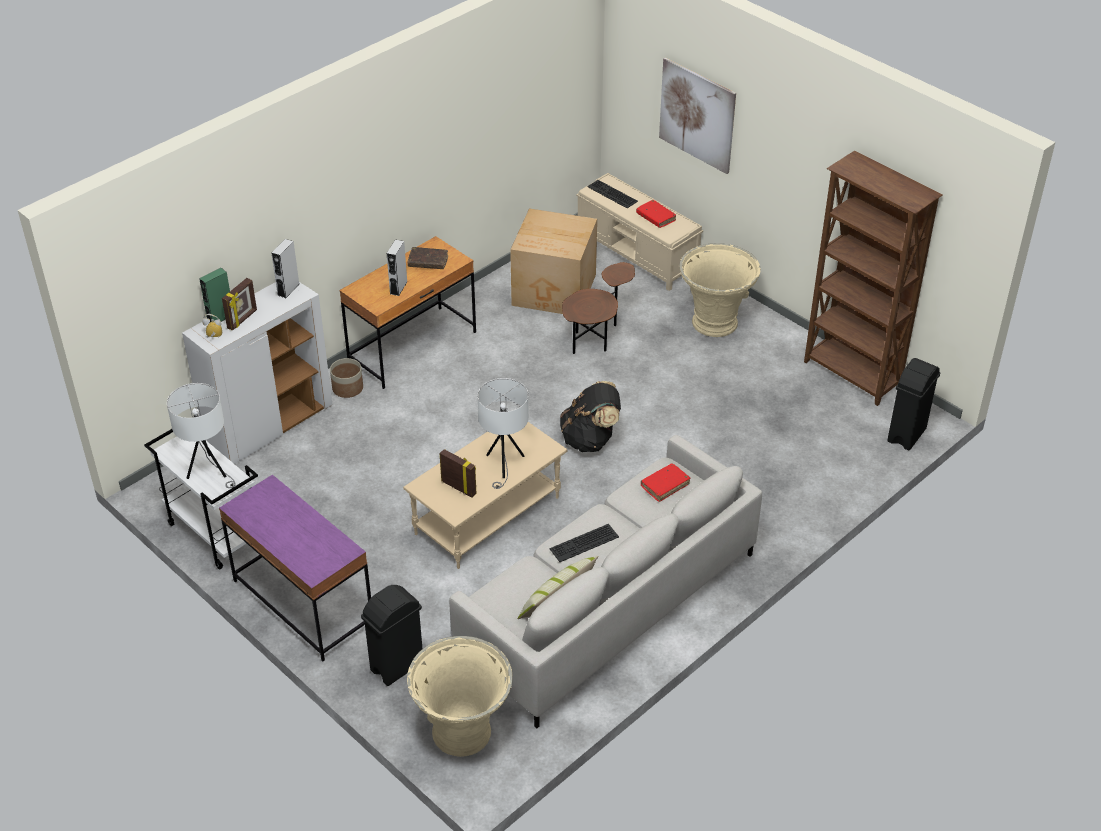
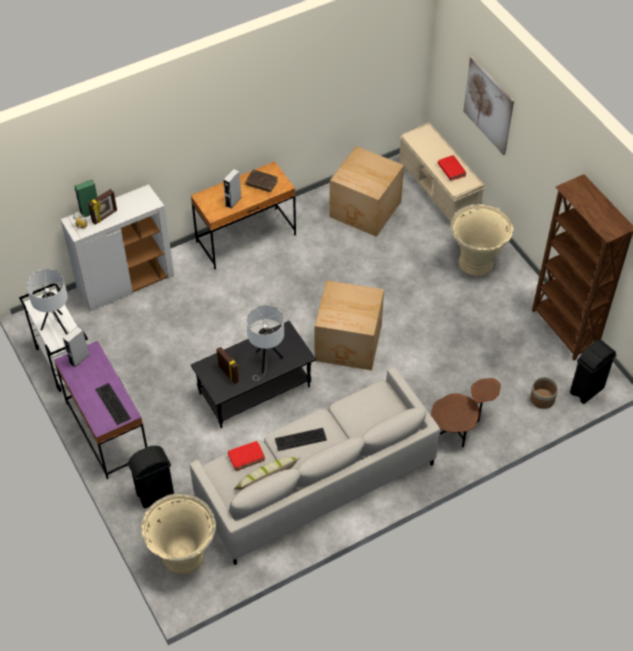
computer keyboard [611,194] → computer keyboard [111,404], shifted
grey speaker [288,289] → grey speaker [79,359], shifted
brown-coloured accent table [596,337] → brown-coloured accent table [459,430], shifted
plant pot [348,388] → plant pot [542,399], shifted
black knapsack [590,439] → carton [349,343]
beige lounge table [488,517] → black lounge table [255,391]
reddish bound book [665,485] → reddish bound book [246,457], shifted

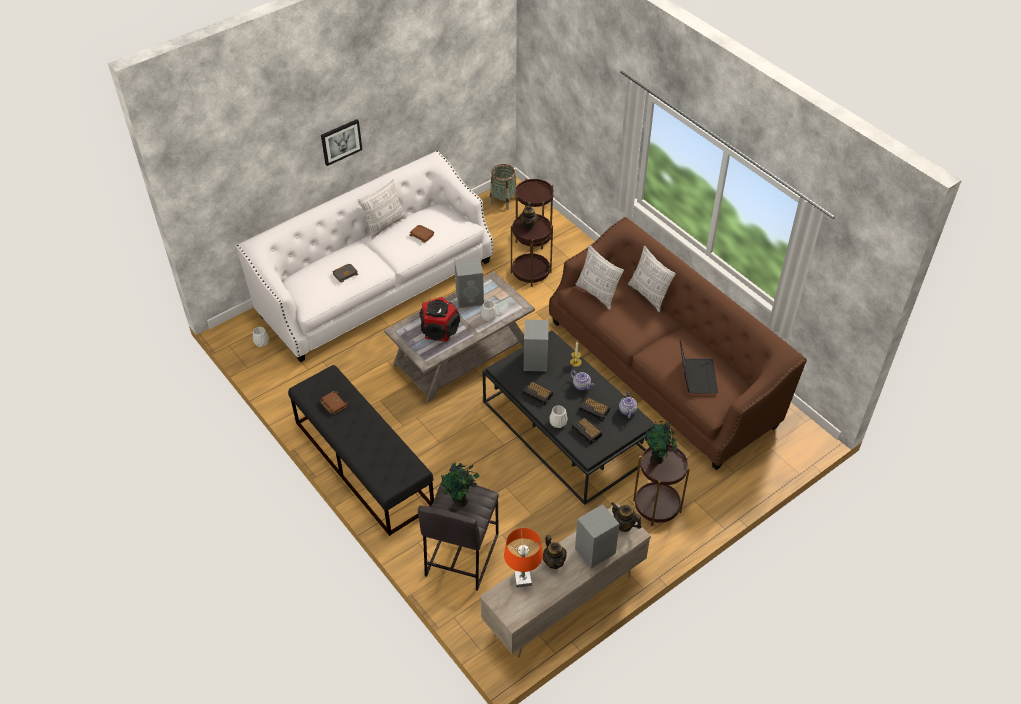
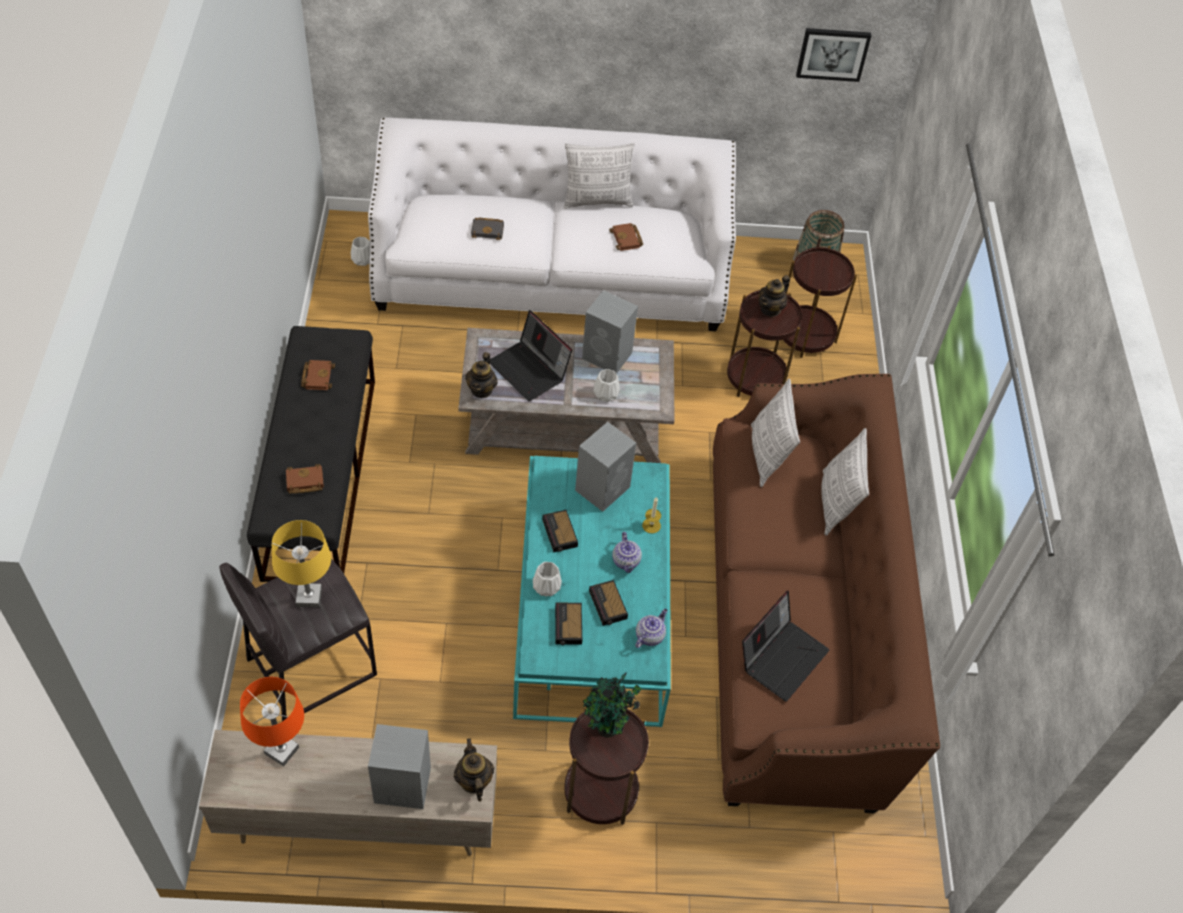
picture [341,141] → picture [833,53], shifted
speaker [439,330] → notebook computer [530,370]
black lounge table [567,430] → turquoise-coloured lounge table [592,609]
plant in a pot [460,502] → yellowish table lamp [308,597]
pot for tea [554,561] → pot for tea [482,389], shifted
- → brown-coloured bound book [304,482]

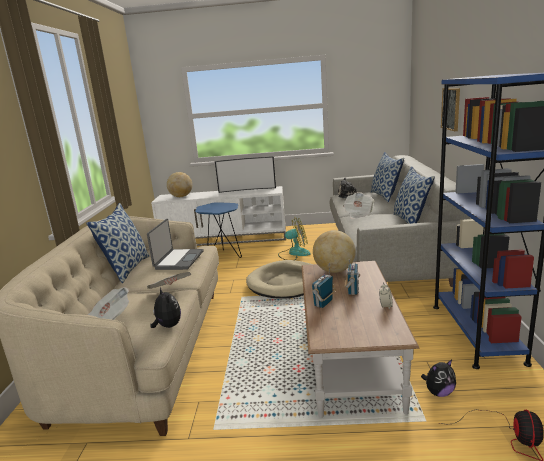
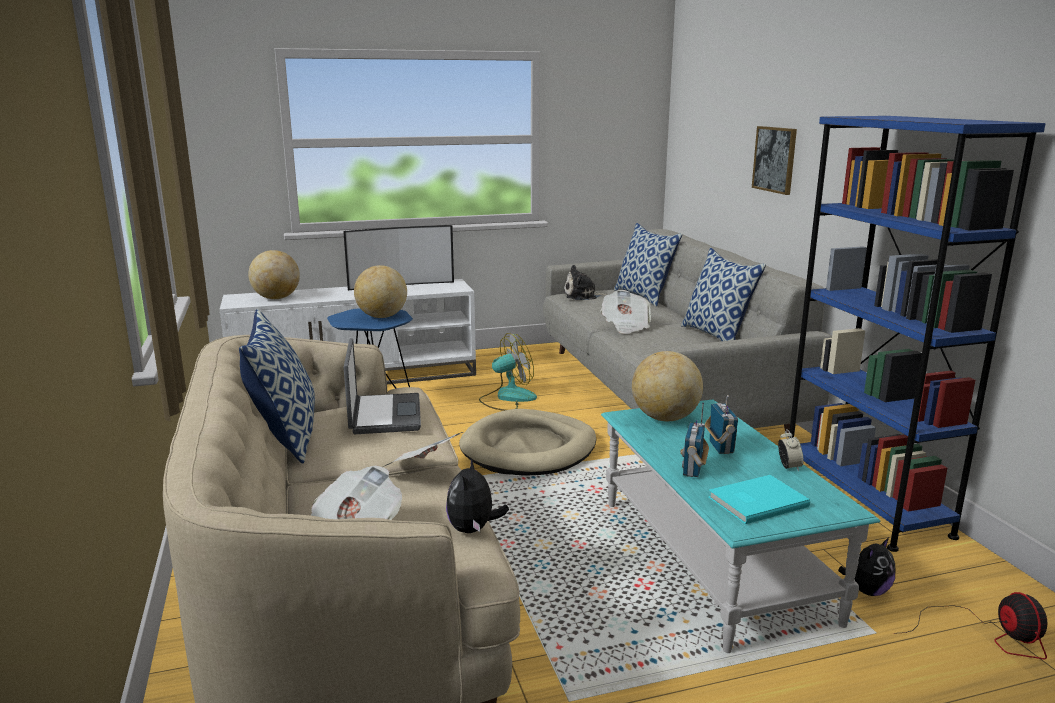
brown-coloured lounge table [350,358] → turquoise-coloured lounge table [712,559]
soft toy [167,326] → soft toy [473,529], 120 degrees counterclockwise
- → globe [382,317]
- → turquoise-coloured bound book [755,501]

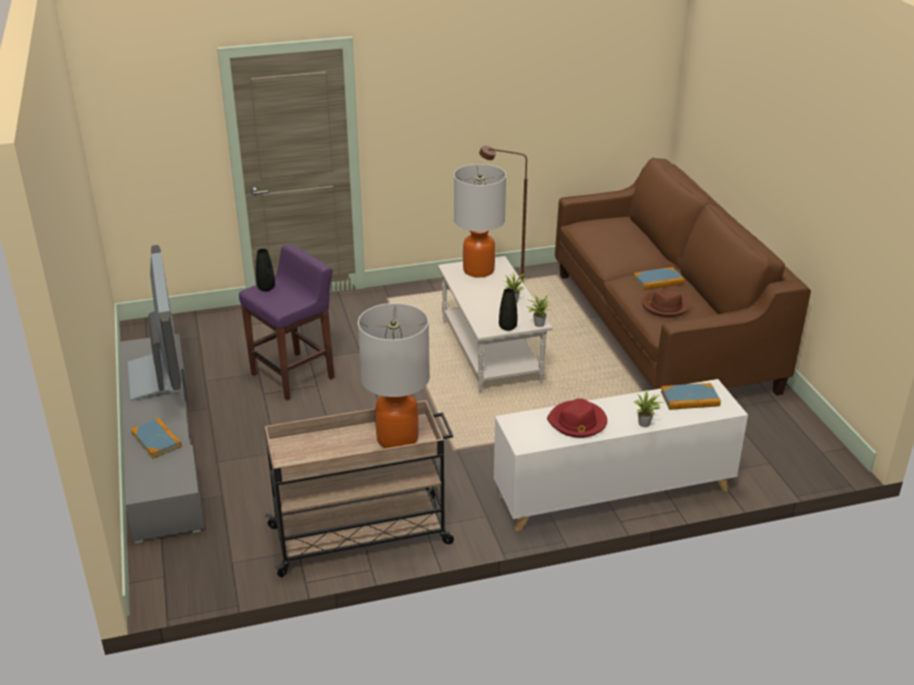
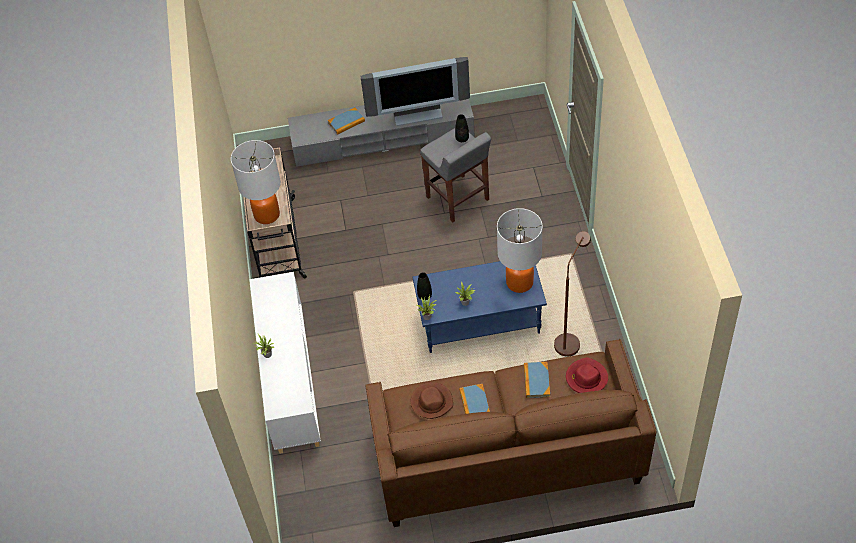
purplish stool [294,376] → grey stool [458,199]
white-coloured lounge table [492,352] → blue-coloured lounge table [479,323]
bound book [690,399] → bound book [536,381], shifted
reddish hat [577,422] → reddish hat [586,378], shifted

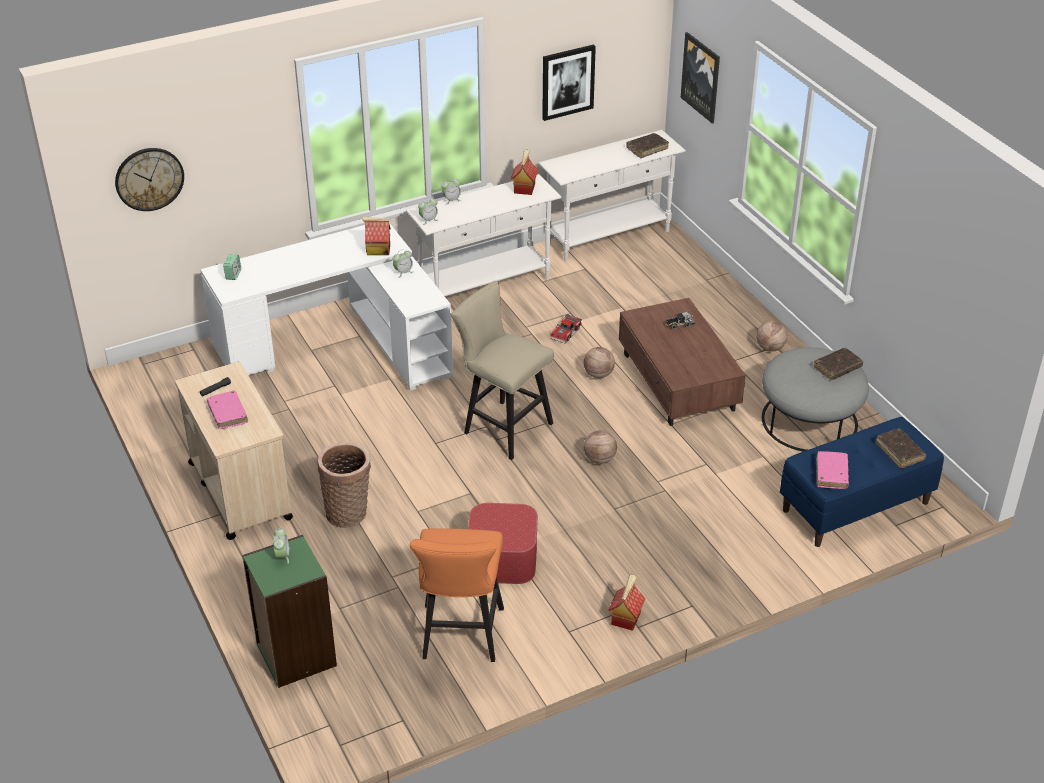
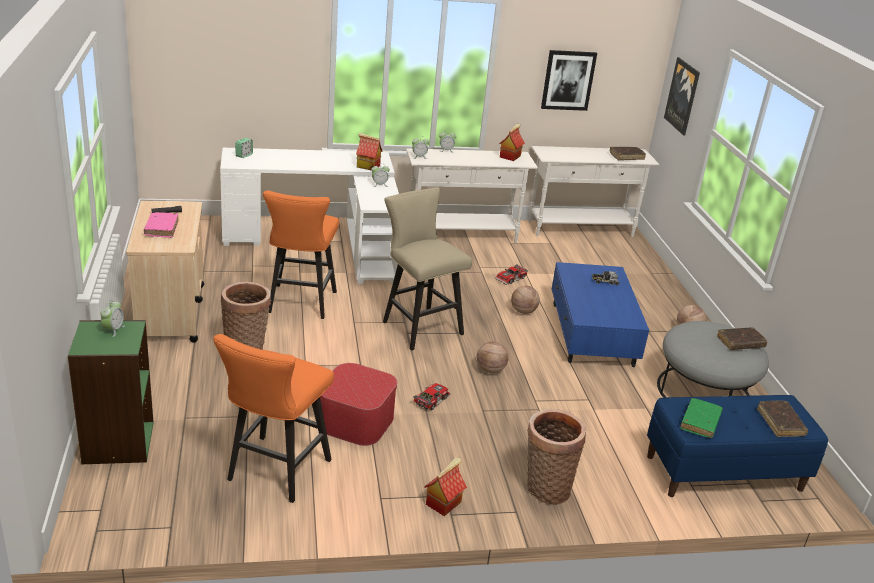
hanging clock [149,179] → -
brown-coloured lounge table [678,382] → blue-coloured lounge table [591,334]
pink bound book [831,474] → greenish bound book [700,422]
- → orange stool [300,304]
- → miniature car [430,399]
- → household basket [545,488]

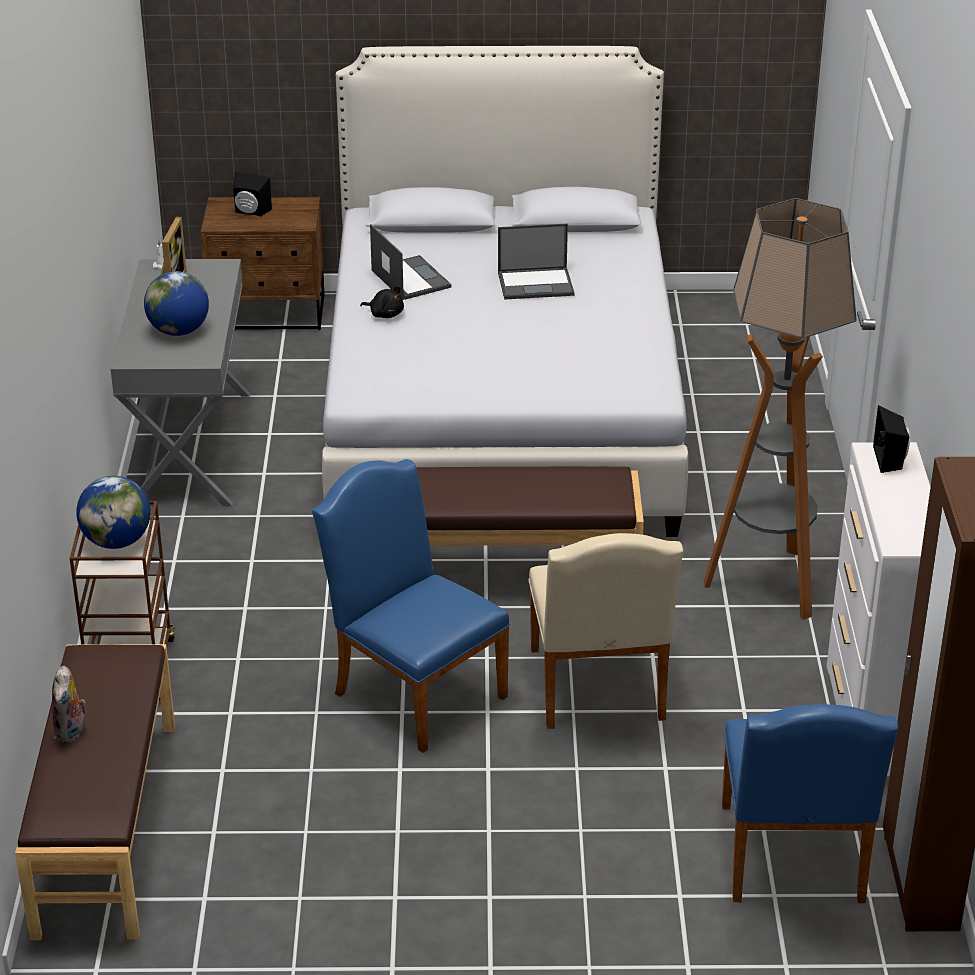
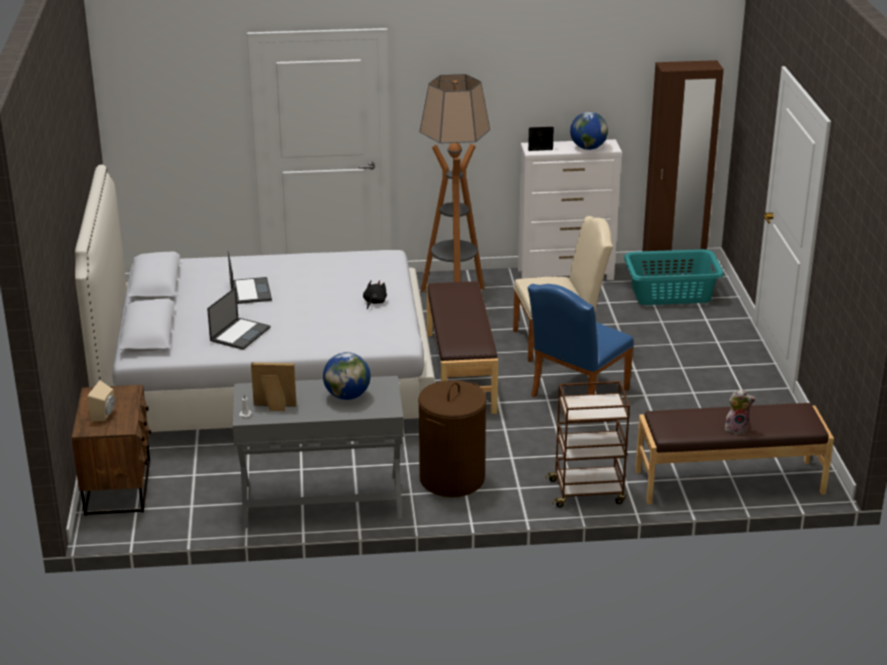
black speaker [250,212] → beige speaker [105,414]
notebook computer [410,278] → notebook computer [240,334], 150 degrees clockwise
black soft toy [385,314] → black soft toy [374,302], shifted
globe [117,541] → globe [588,148], shifted
blue-coloured upright chair [792,861] → turquoise-coloured hamper [671,294]
- → brown-coloured hamper [452,479]

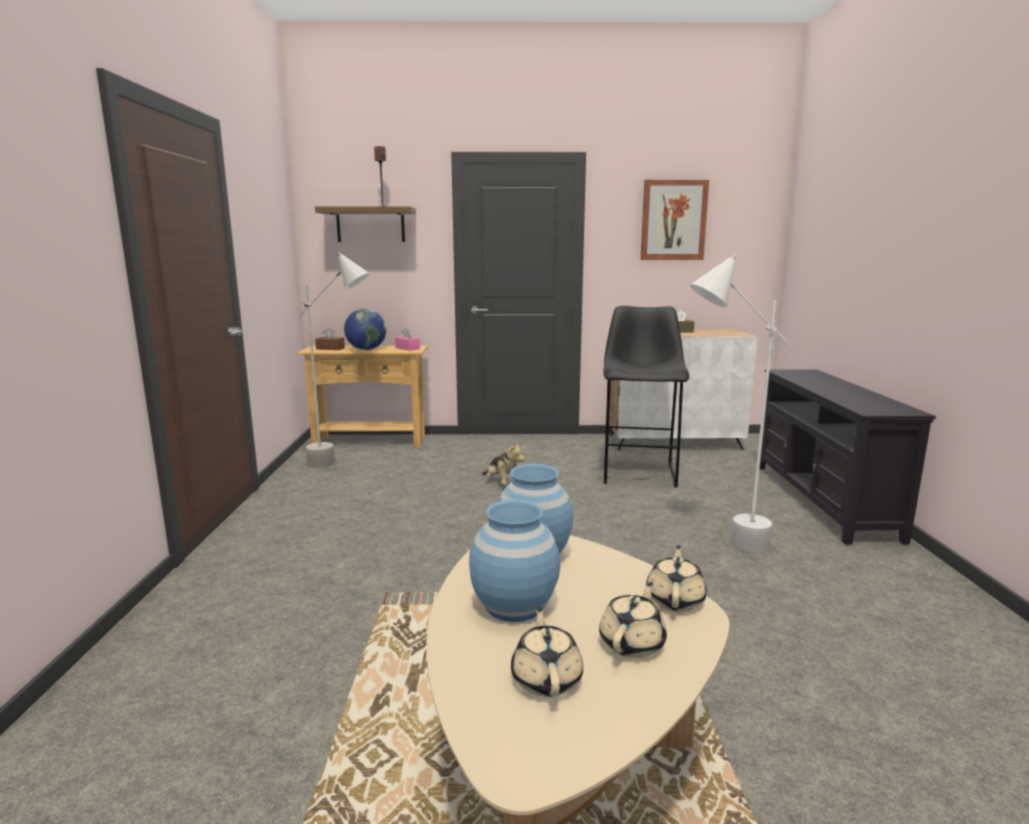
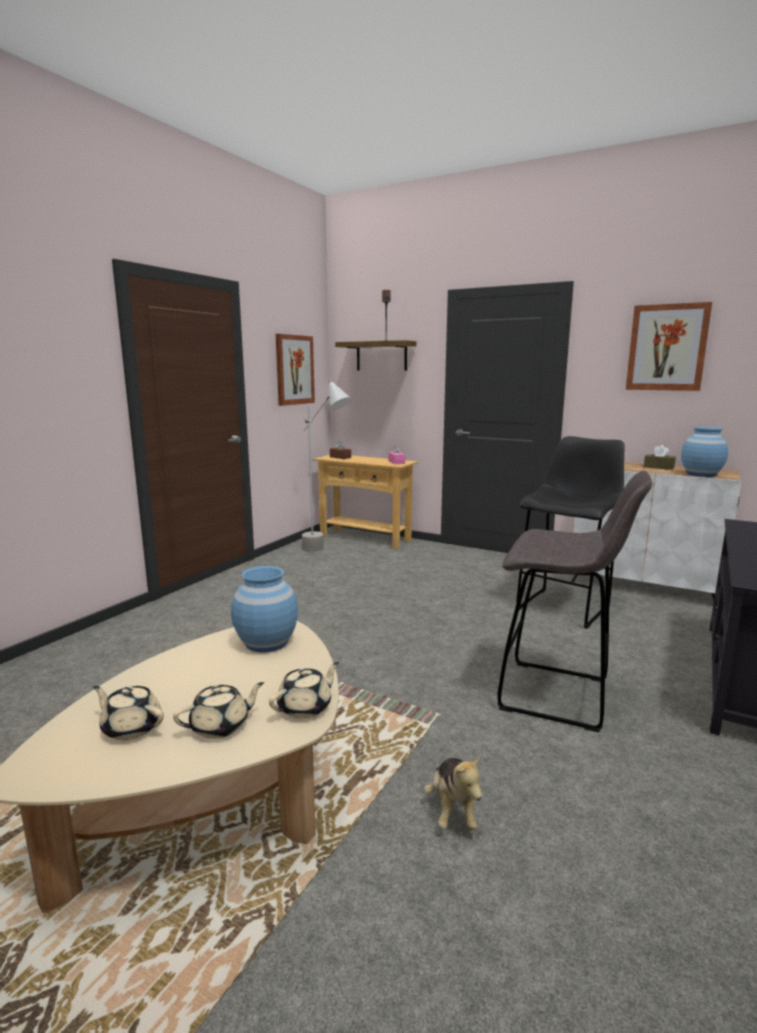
white-coloured standard lamp [722,547] → grey stool [558,695]
globe [366,349] → -
soft toy [501,483] → soft toy [452,809], shifted
blue-coloured flower vase [514,605] → blue-coloured flower vase [701,474], shifted
beige pot for tea [546,678] → beige pot for tea [131,727], 90 degrees counterclockwise
- → picture [294,370]

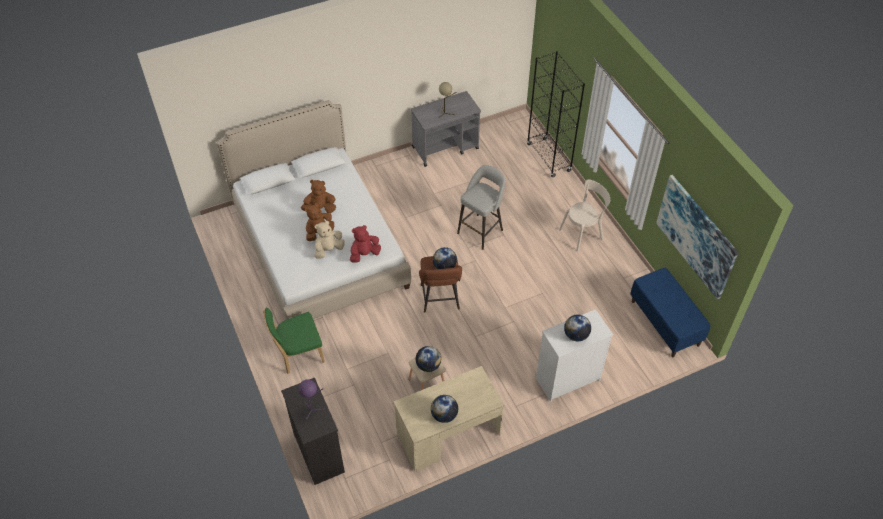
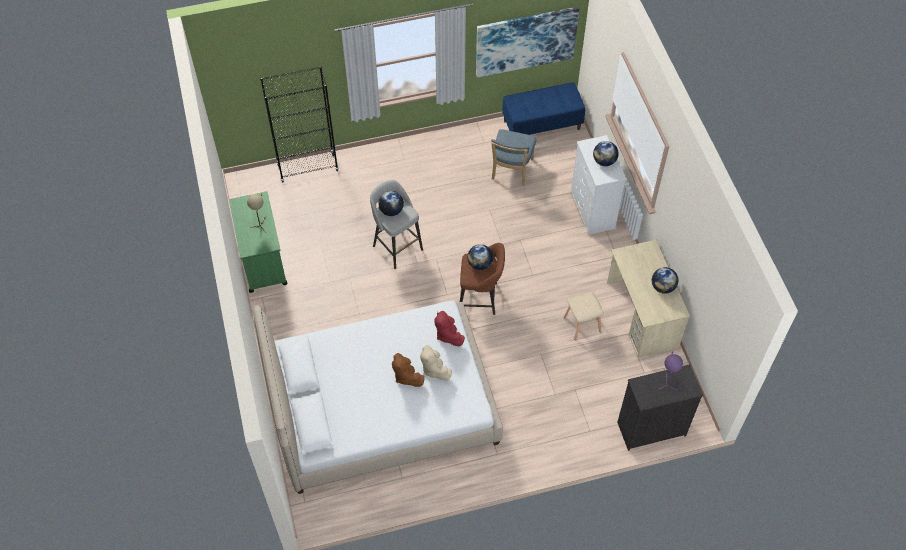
grey trolley [446,148] → greenish trolley [262,259]
brown-coloured soft toy [320,208] → -
beige upright chair [583,233] → -
greenish upright chair [298,354] → -
globe [428,365] → globe [391,211], shifted
- → blue-coloured upright chair [511,171]

